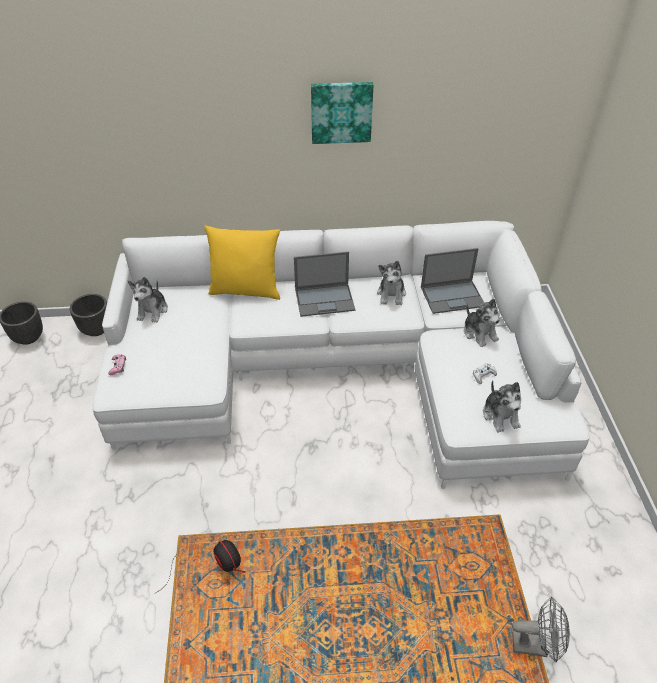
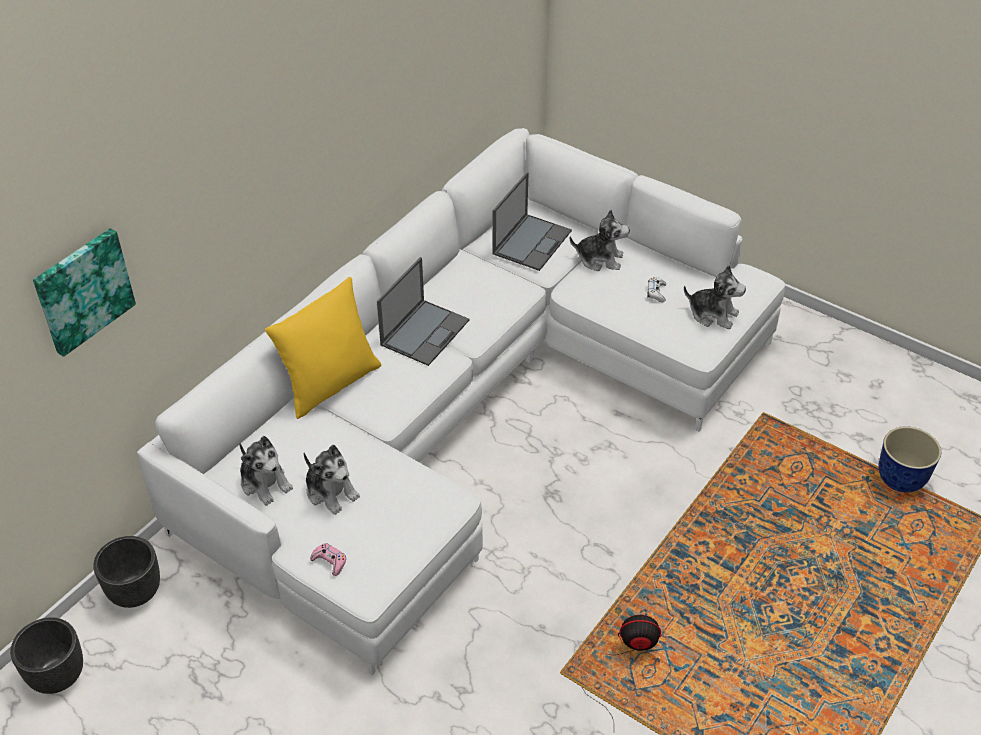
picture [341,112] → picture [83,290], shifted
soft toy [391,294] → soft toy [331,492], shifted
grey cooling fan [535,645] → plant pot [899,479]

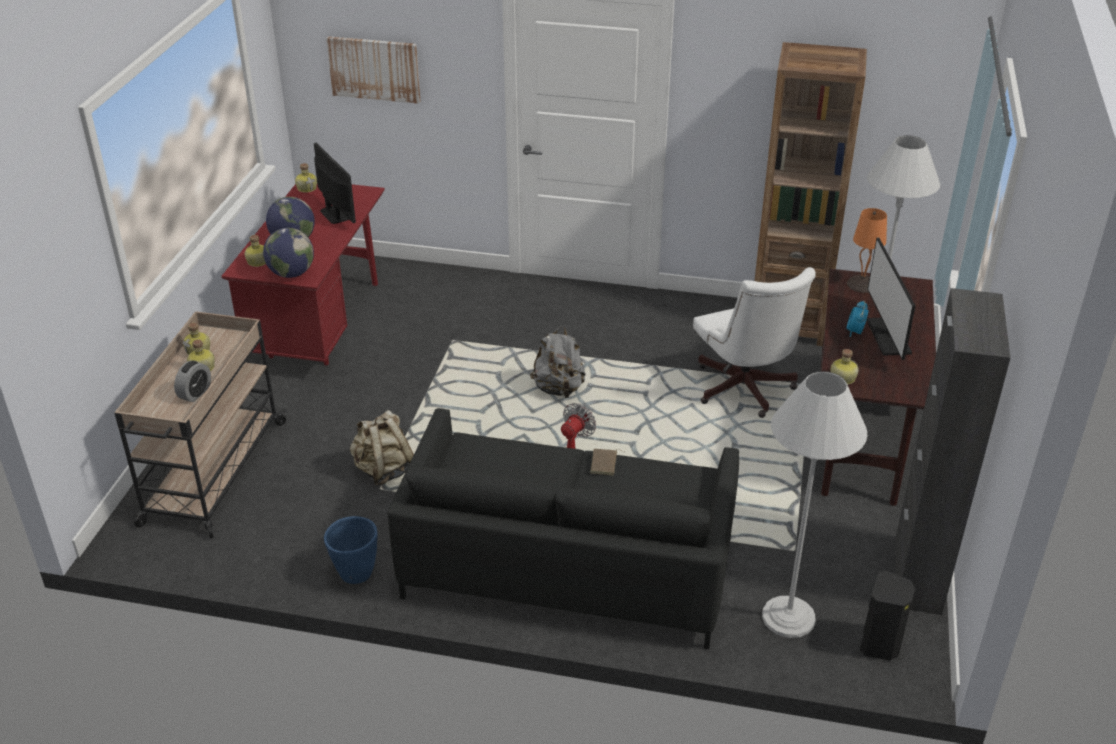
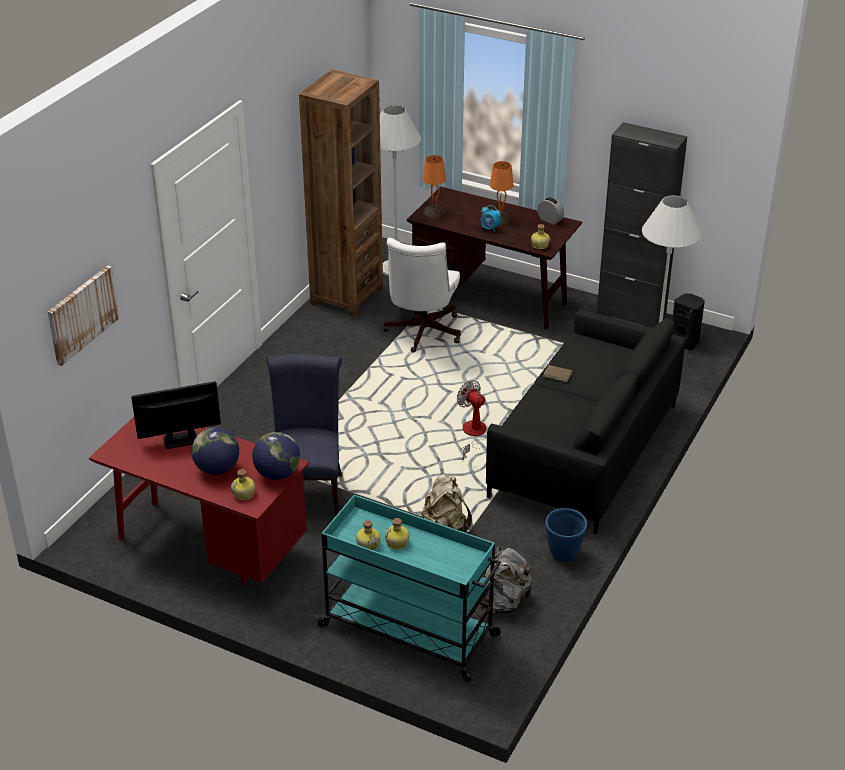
beverage bottle [307,188] → -
computer display [888,336] → orange table lamp [500,218]
white-coloured desk chair [745,392] → white-coloured desk chair [421,333], 105 degrees clockwise
beige trolley [213,474] → turquoise-coloured trolley [410,631]
grey knapsack [559,389] → grey knapsack [504,602], shifted
table clock [195,393] → table clock [550,220], shifted
- → blue-coloured upright chair [307,492]

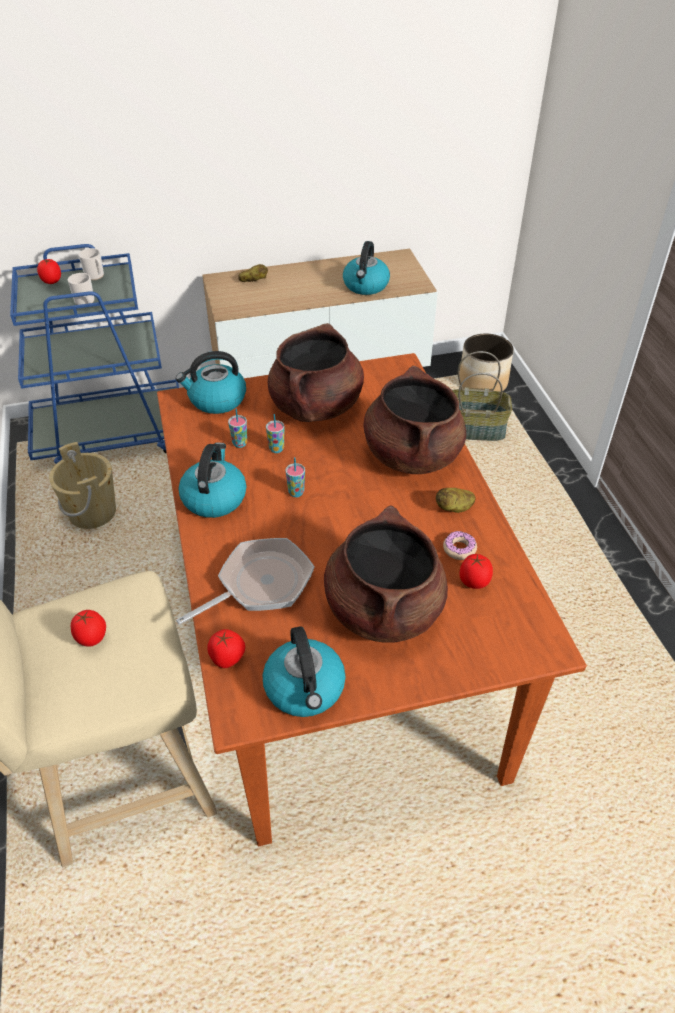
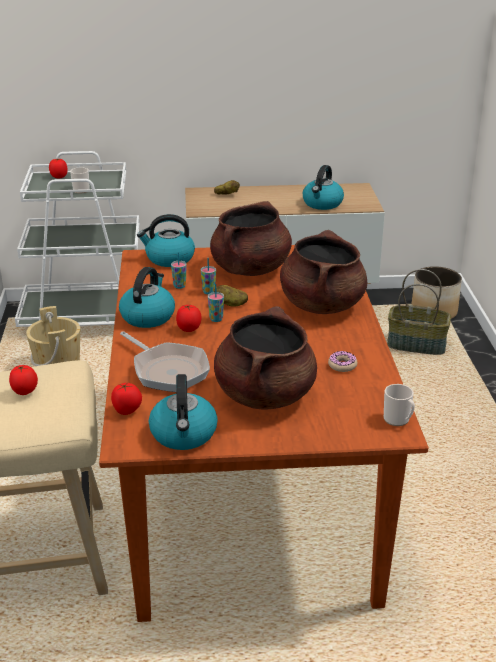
blue-coloured trolley [112,435] → white-coloured trolley [90,320]
mug [95,276] → mug [398,420], shifted
spud [454,508] → spud [230,304], shifted
frying pan [259,584] → frying pan [167,370], 75 degrees clockwise
tomato [474,582] → tomato [189,330], shifted

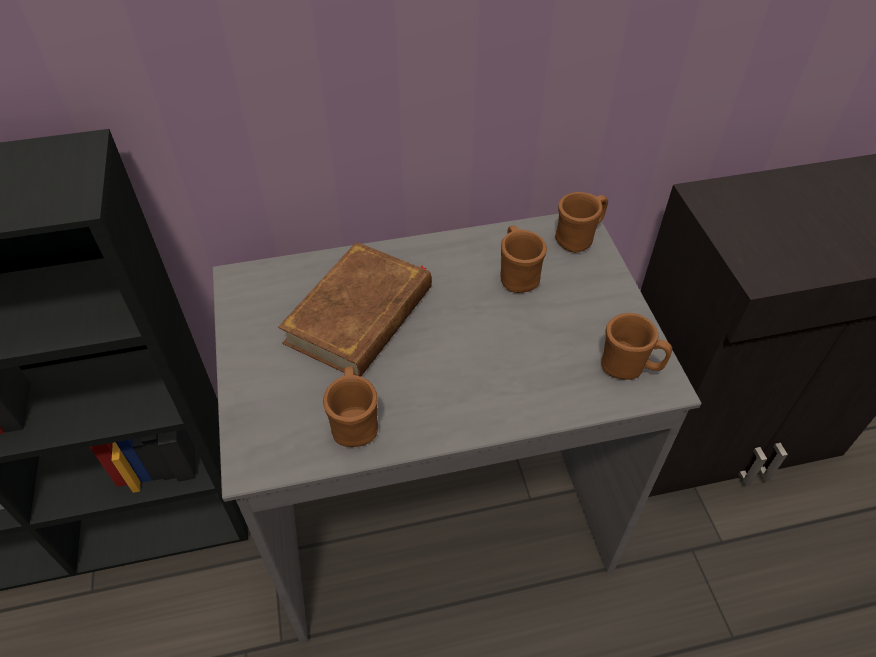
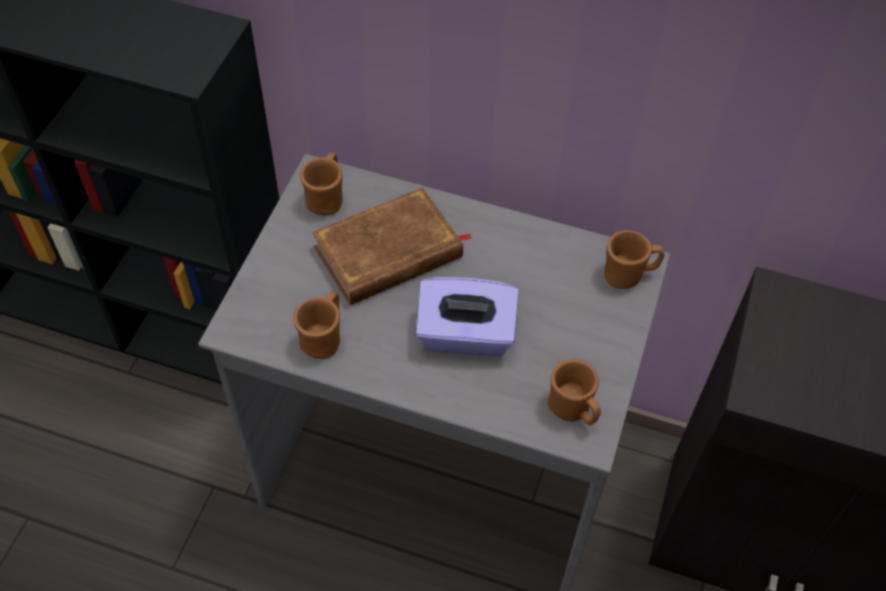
brown-coloured mug [517,275] → brown-coloured mug [327,198], shifted
- → purplish tissue holder [465,336]

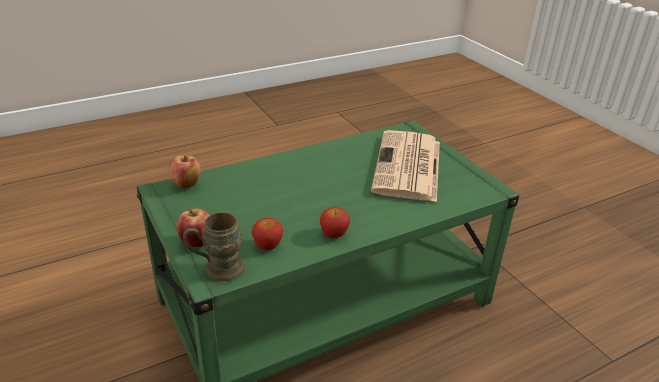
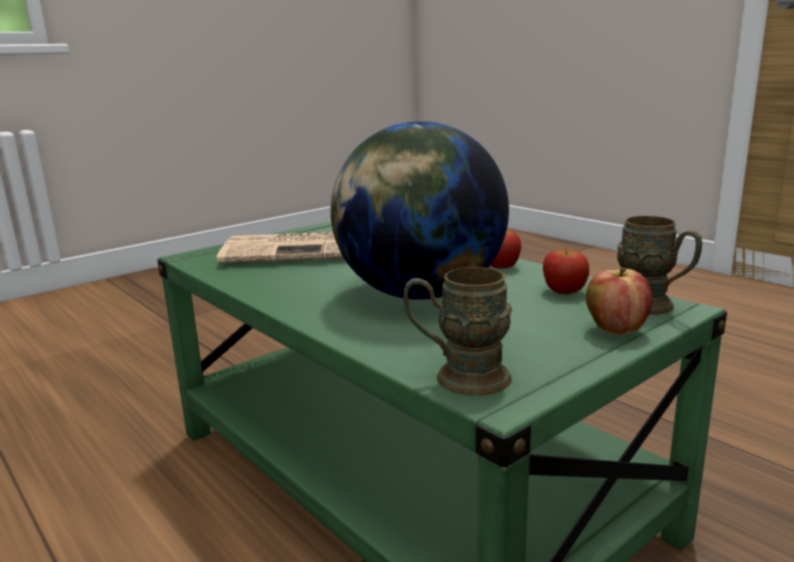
apple [186,185] → brown-coloured mug [458,377]
- → globe [420,294]

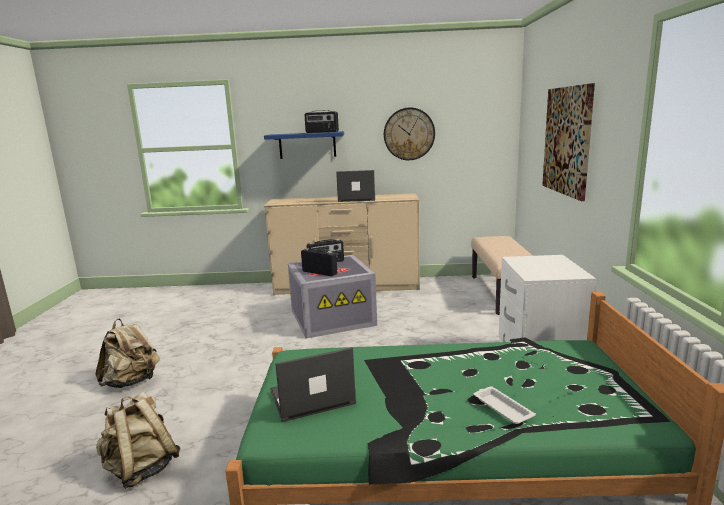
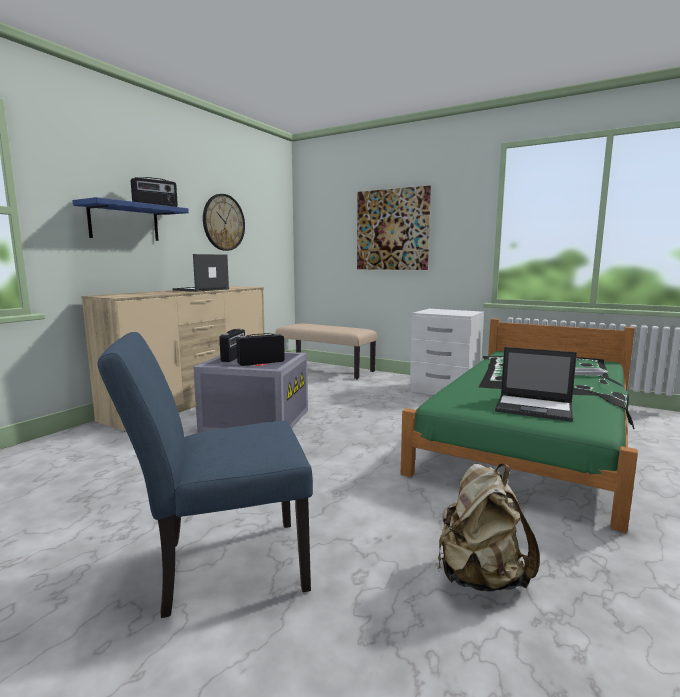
beige knapsack [132,382] → blue-coloured upright chair [220,567]
notebook computer [311,397] → notebook computer [535,408], 75 degrees counterclockwise

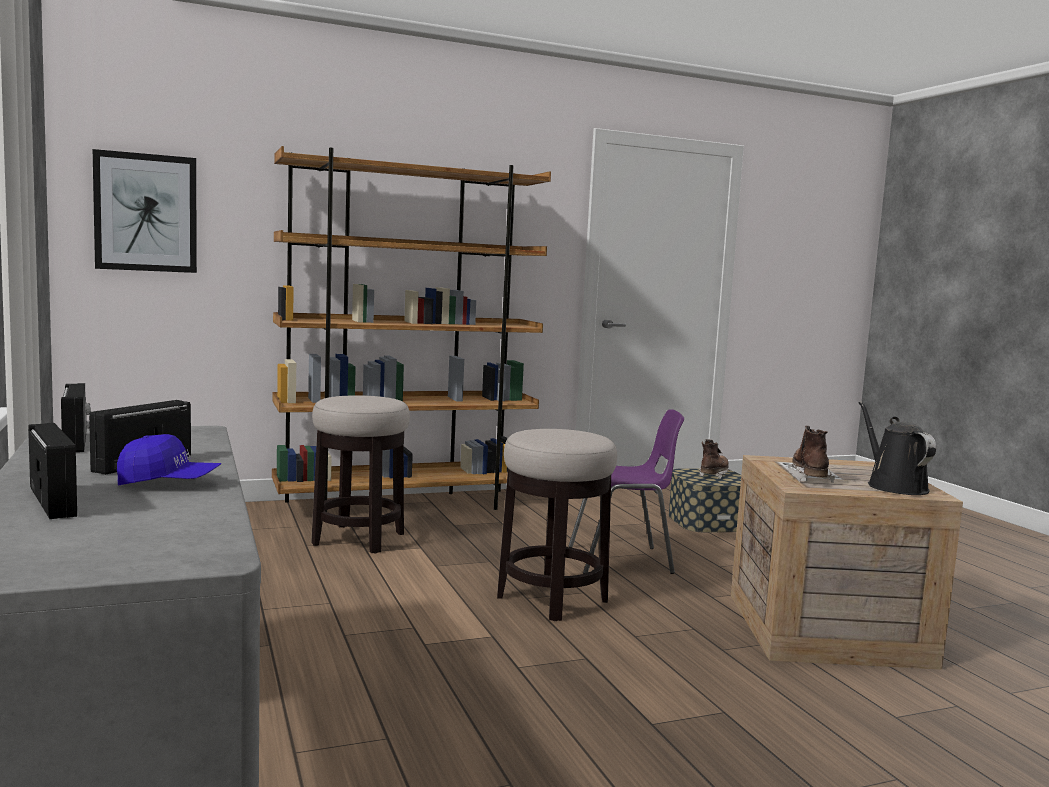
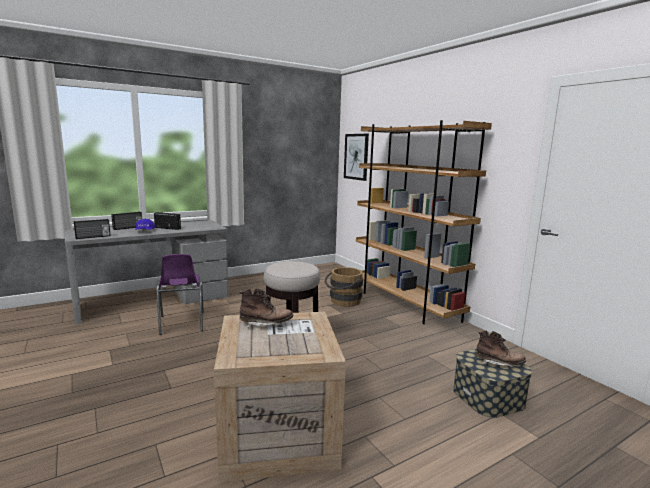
radio [77,442] → radio [93,237], shifted
stool [358,539] → brown-coloured water bucket [343,301]
black watering pot [893,486] → -
purplish upright chair [623,560] → purplish upright chair [181,324], shifted

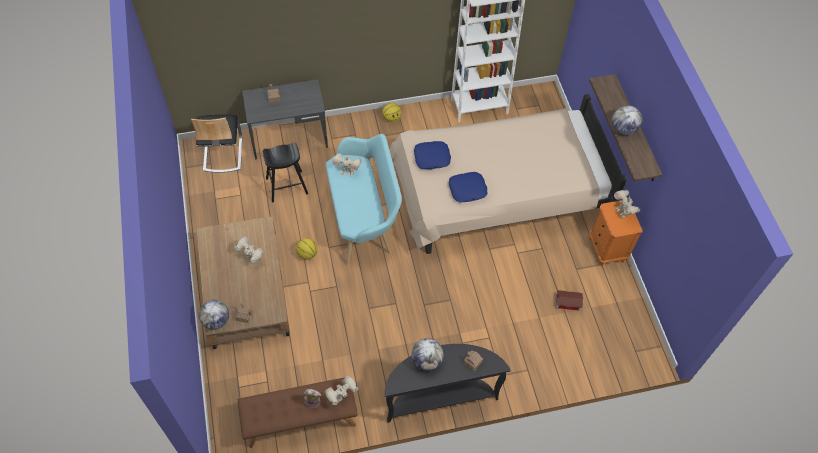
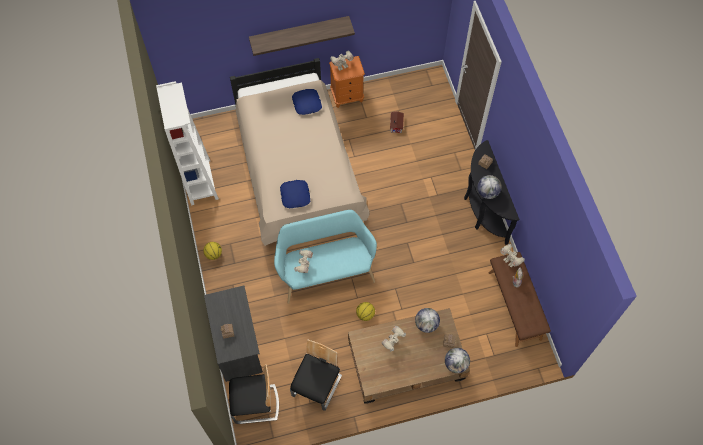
globe [623,129] → globe [426,324], shifted
black stool [287,186] → -
blue-coloured cushion [467,190] → blue-coloured cushion [307,103], shifted
- → upright chair [317,386]

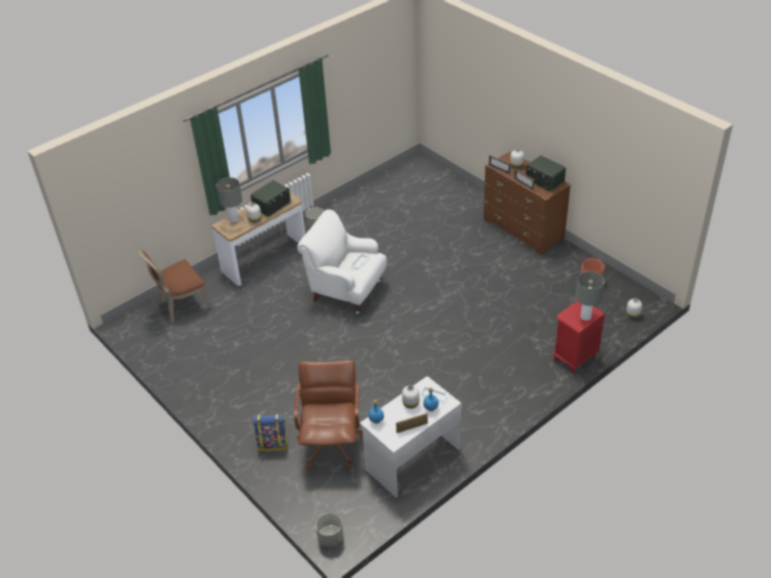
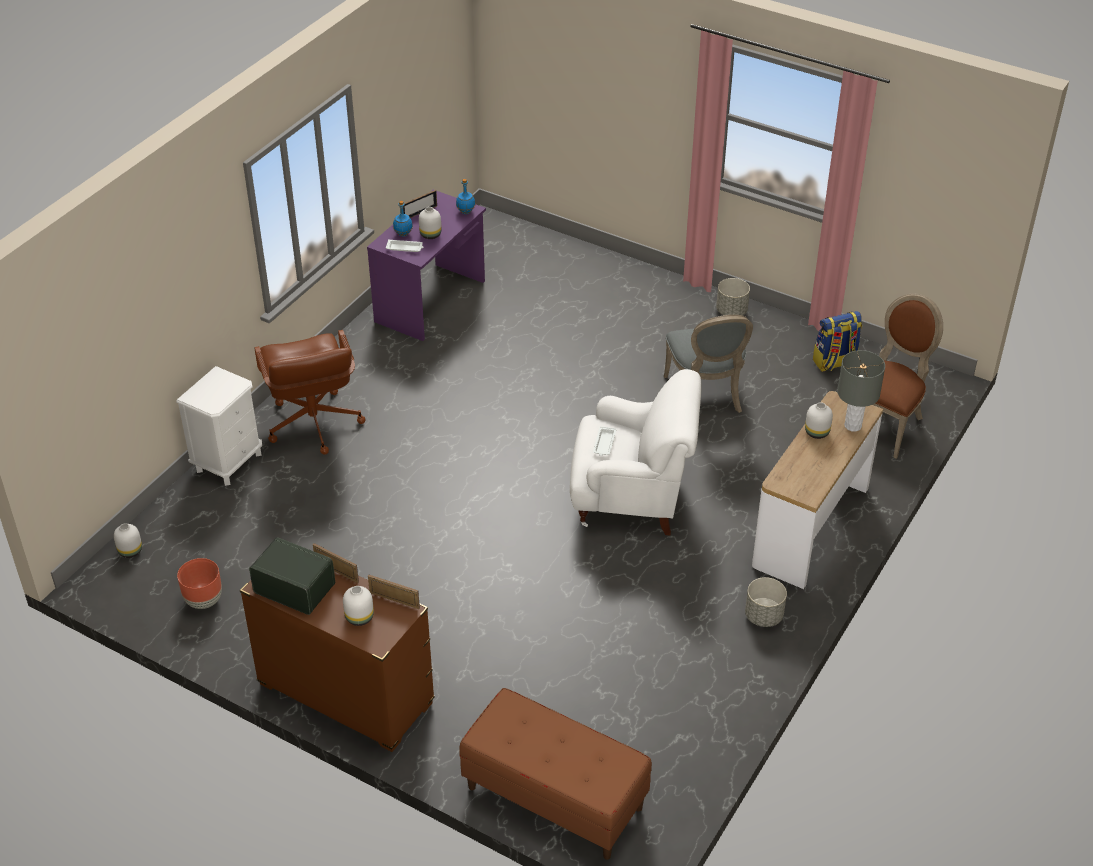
radio [272,205] → -
grey table lamp [585,317] → -
reddish night table [574,358] → white-coloured night table [228,462]
brown-coloured desk chair [331,444] → brown-coloured desk chair [313,424], shifted
white-coloured desk [412,458] → purplish desk [431,302]
knapsack [273,443] → knapsack [834,363], shifted
grey plant pot [330,538] → grey plant pot [731,311], shifted
- → grey upright chair [706,395]
- → brown-coloured long seat [554,798]

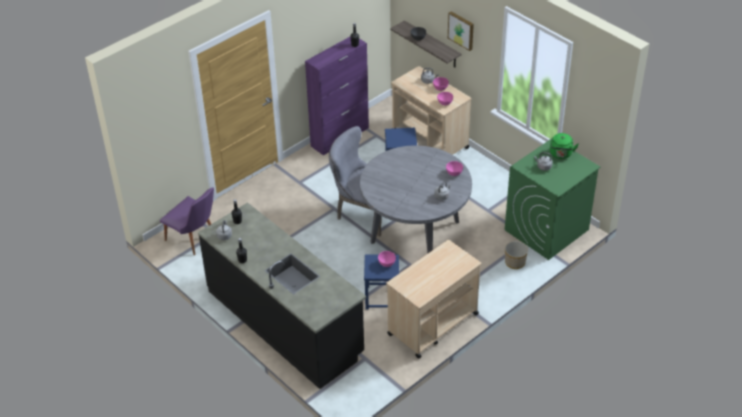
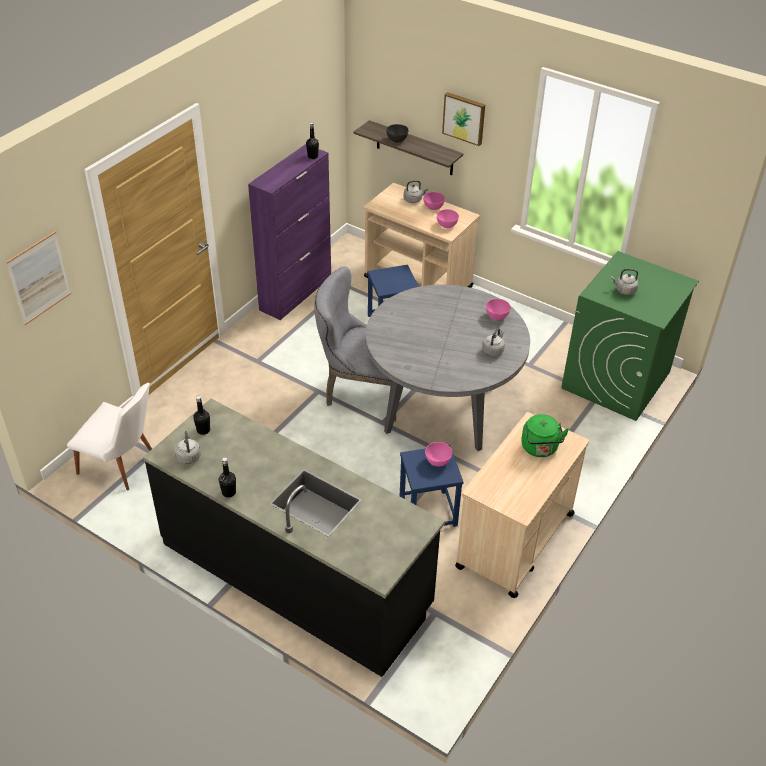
greenish tea kettle [561,154] → greenish tea kettle [540,449], shifted
purplish upright chair [194,240] → white-coloured upright chair [123,466]
plant pot [515,262] → -
- → picture [39,278]

